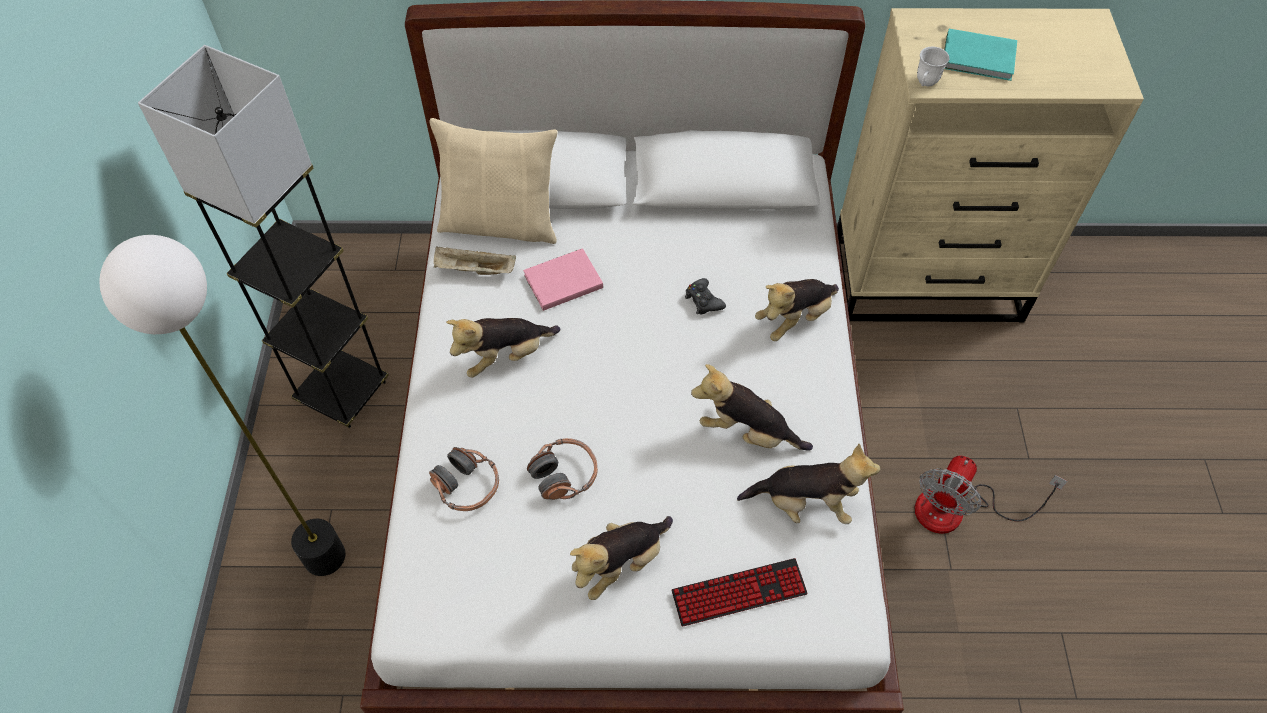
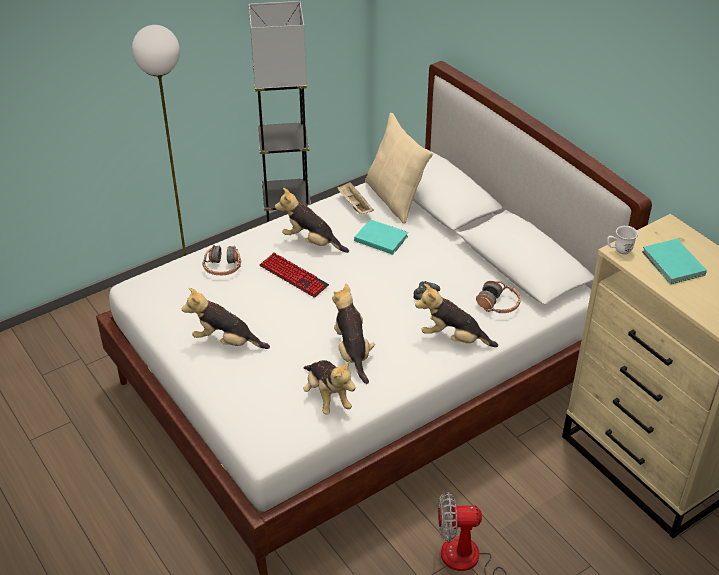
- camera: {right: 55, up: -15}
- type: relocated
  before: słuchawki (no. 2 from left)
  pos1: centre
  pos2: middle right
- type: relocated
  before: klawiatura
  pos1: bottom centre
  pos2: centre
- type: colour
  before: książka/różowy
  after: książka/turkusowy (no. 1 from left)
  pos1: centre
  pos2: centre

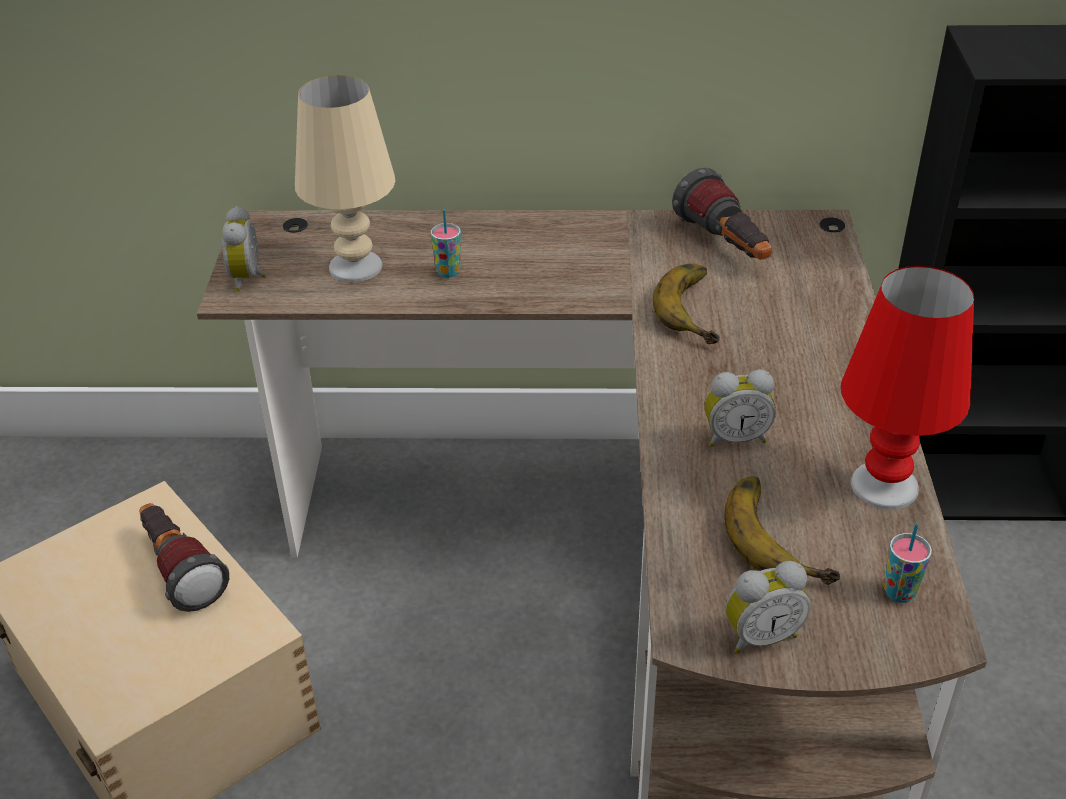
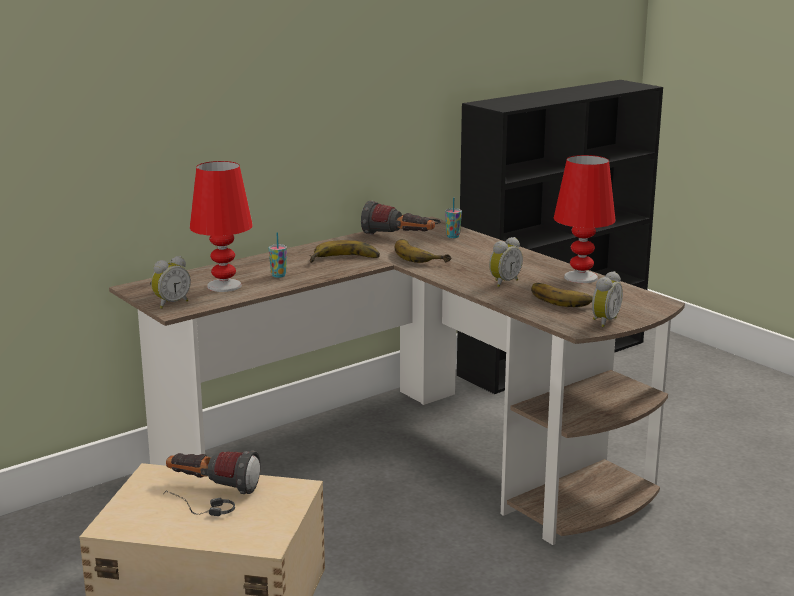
- camera: {right: -40, up: -20}
- type: appeared
  after: słuchawki
  pos2: bottom left
- type: appeared
  after: banan (no. 1 from left)
  pos2: centre
- type: relocated
  before: filiżanka (no. 2 from left)
  pos1: bottom right
  pos2: centre
- type: colour
  before: lampa stołowa/beżowy
  after: lampa stołowa/czerwony (no. 1 from left)
  pos1: top left
  pos2: middle left
- type: spun
  before: budzik (no. 1 from left)
  pos1: top left
  pos2: middle left
  turn: -90

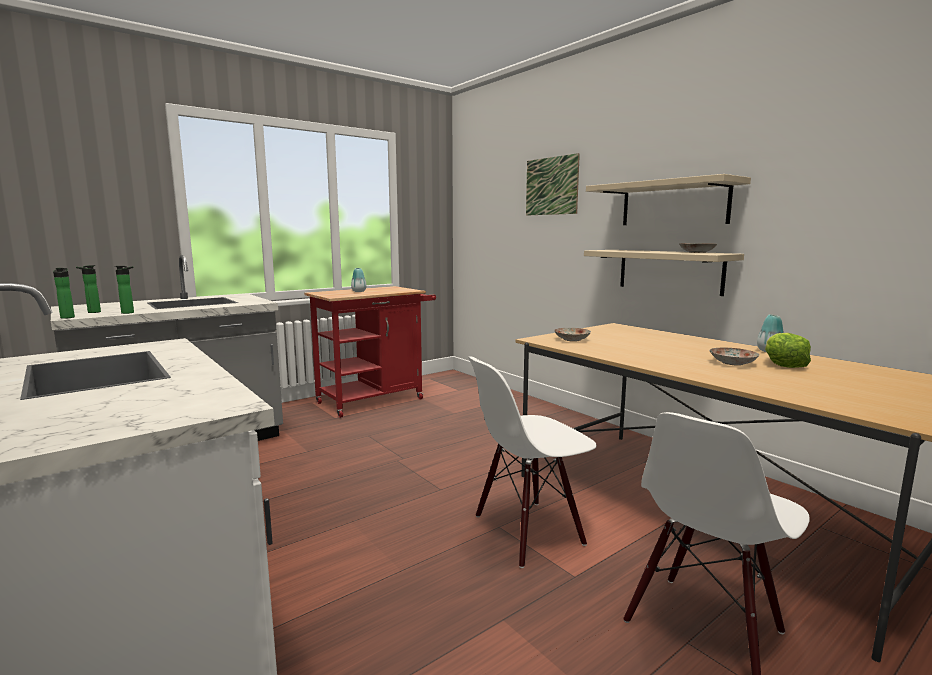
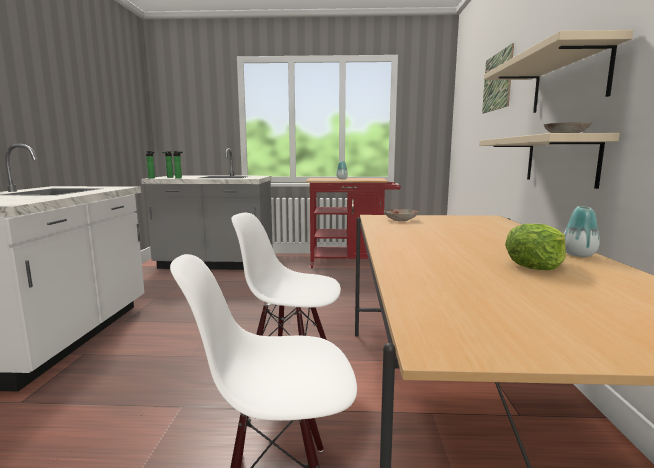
- camera: {right: 40, up: 0}
- type: missing
  before: talerz (no. 3 from left)
  pos1: middle right

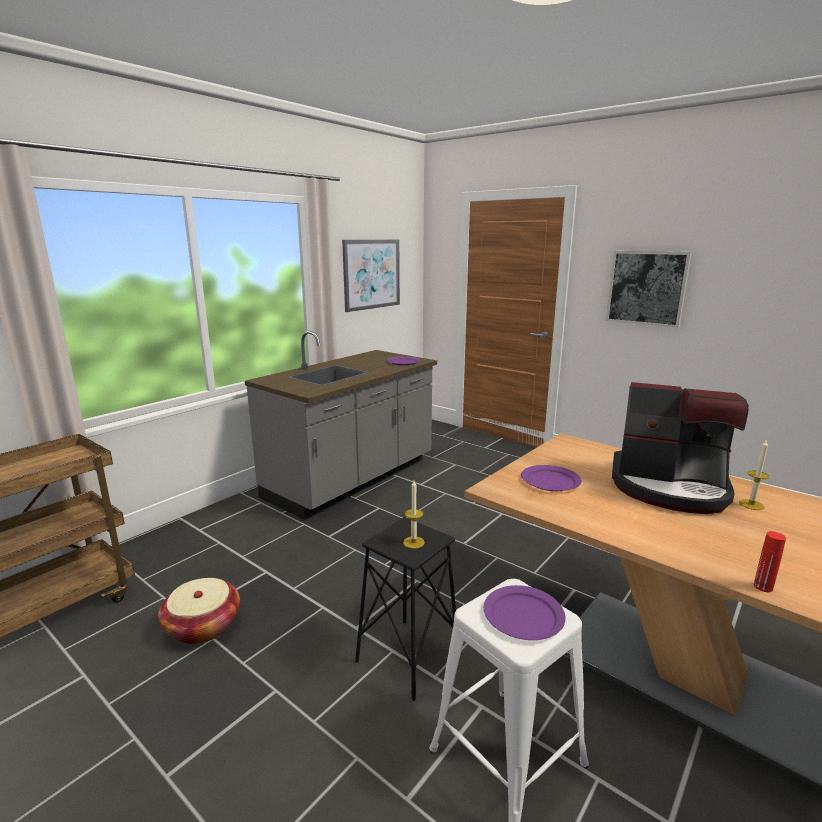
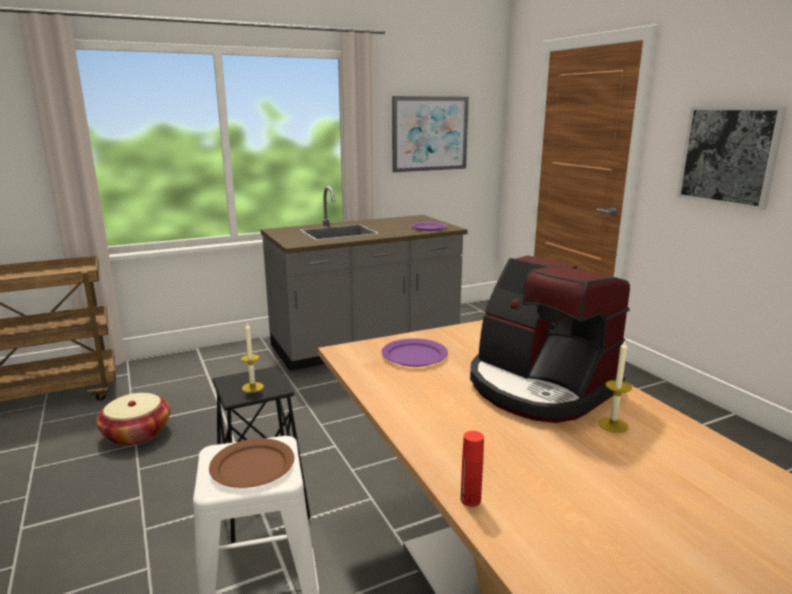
- camera: {right: 25, up: 0}
- type: colour
  before: talerz/fioletowy (no. 2 from left)
  after: talerz/brązowy
  pos1: bottom centre
  pos2: bottom left

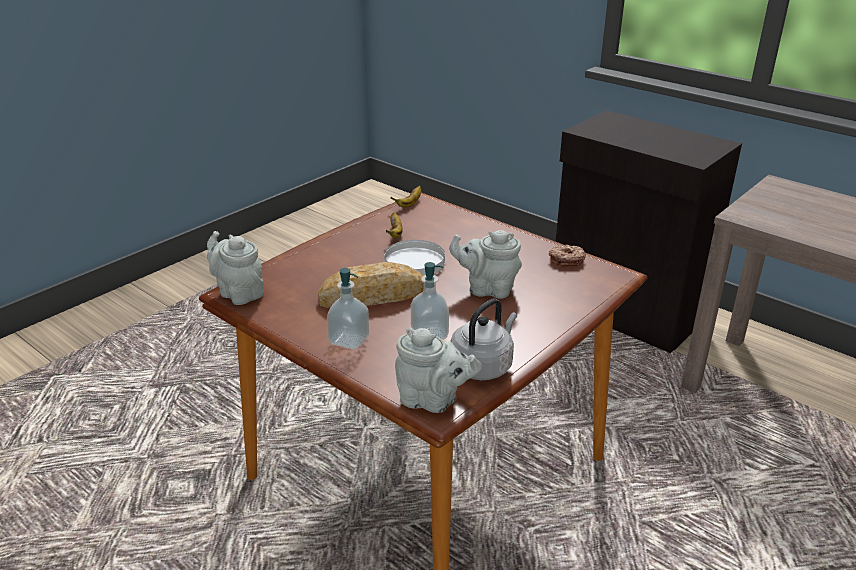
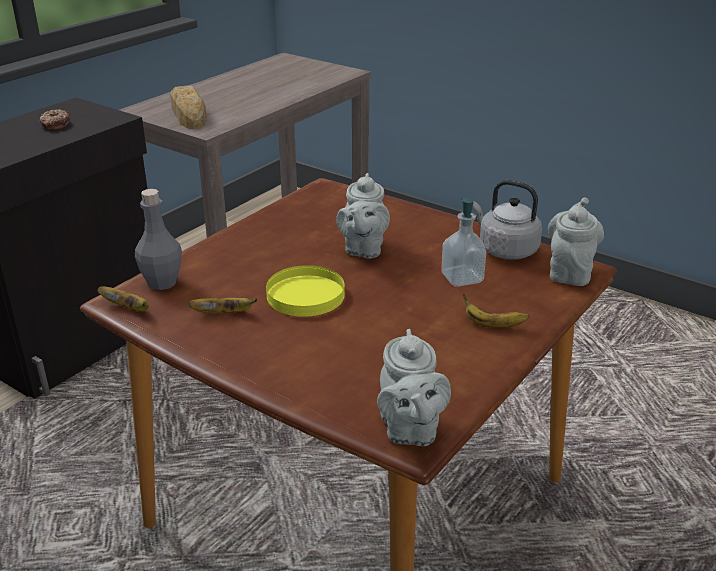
- camera: {right: -95, up: 0}
- type: appeared
  after: butelka/szary
  pos2: middle left
- type: relocated
  before: chleb
  pos1: centre
  pos2: top left
- type: relocated
  before: donut
  pos1: centre
  pos2: top left
- type: exchanged
  before: dozownik mydła (no. 1 from left)
  after: banan (no. 3 from left)
  pos1: centre
  pos2: middle right
- type: colour
  before: talerz/biały
  after: talerz/żółty
  pos1: centre
  pos2: centre
- type: spun
  before: imbryk/szary (no. 1 from left in the first image)
  pos1: middle left
  pos2: bottom centre
  turn: -45

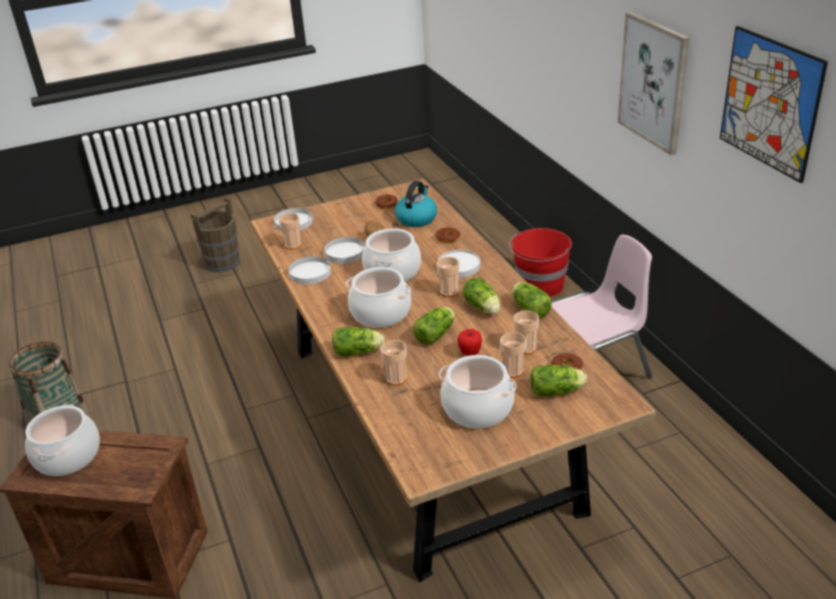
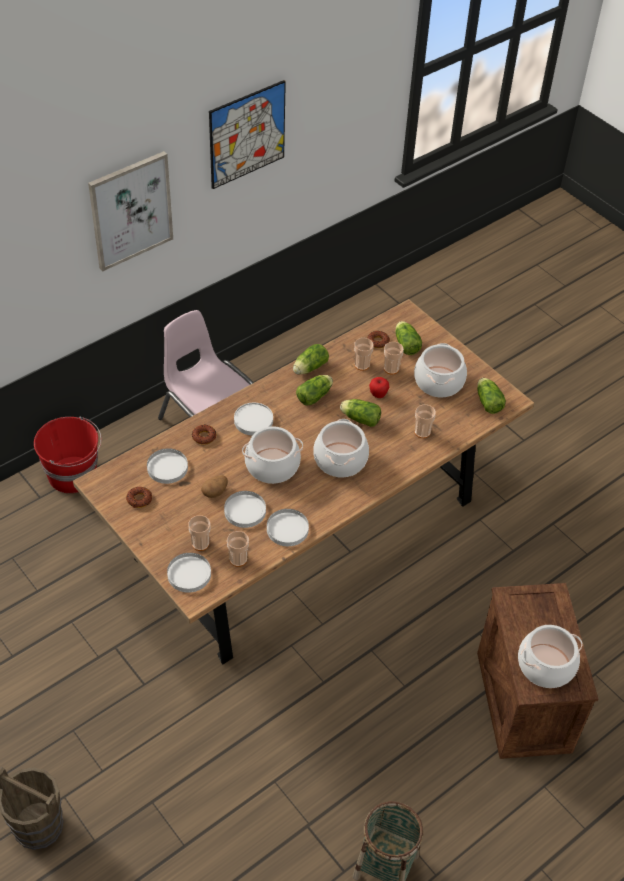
- camera: {right: -110, up: 15}
- type: relocated
  before: sałata (no. 1 from left in the first image)
  after: sałata (no. 5 from left)
  pos1: centre
  pos2: middle right
- type: relocated
  before: filiżanka (no. 3 from left in the first image)
  after: filiżanka (no. 1 from left)
  pos1: centre
  pos2: middle left
- type: exchanged
  before: czajnik
  after: talerz/biały (no. 1 from left)
  pos1: centre
  pos2: middle left

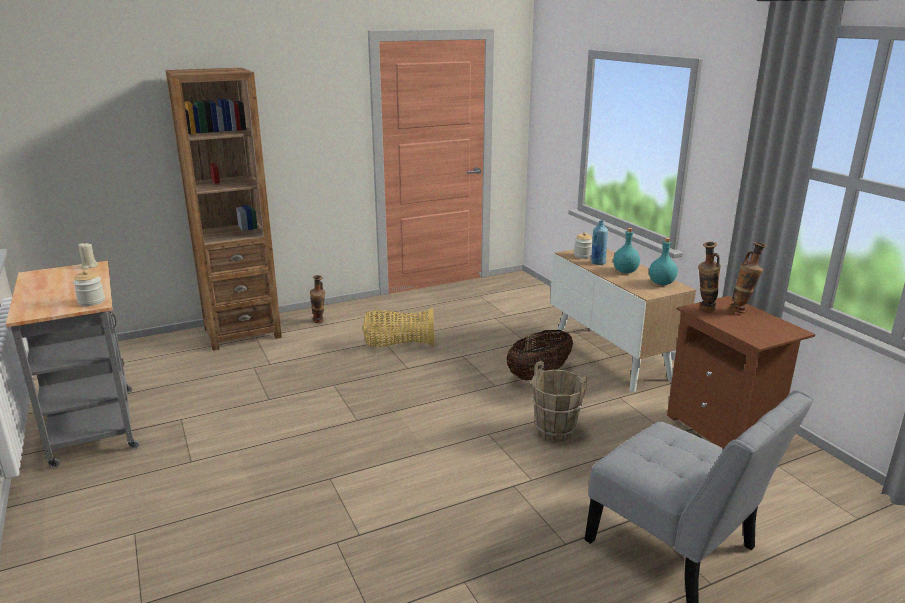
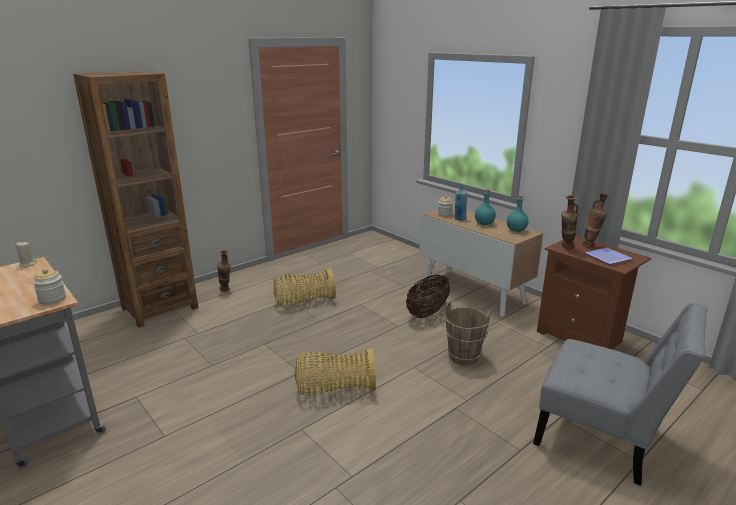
- camera: {right: -15, up: 0}
- type: appeared
  after: koszyk (no. 2 from left)
  pos2: bottom centre
- type: appeared
  after: talerz
  pos2: middle right

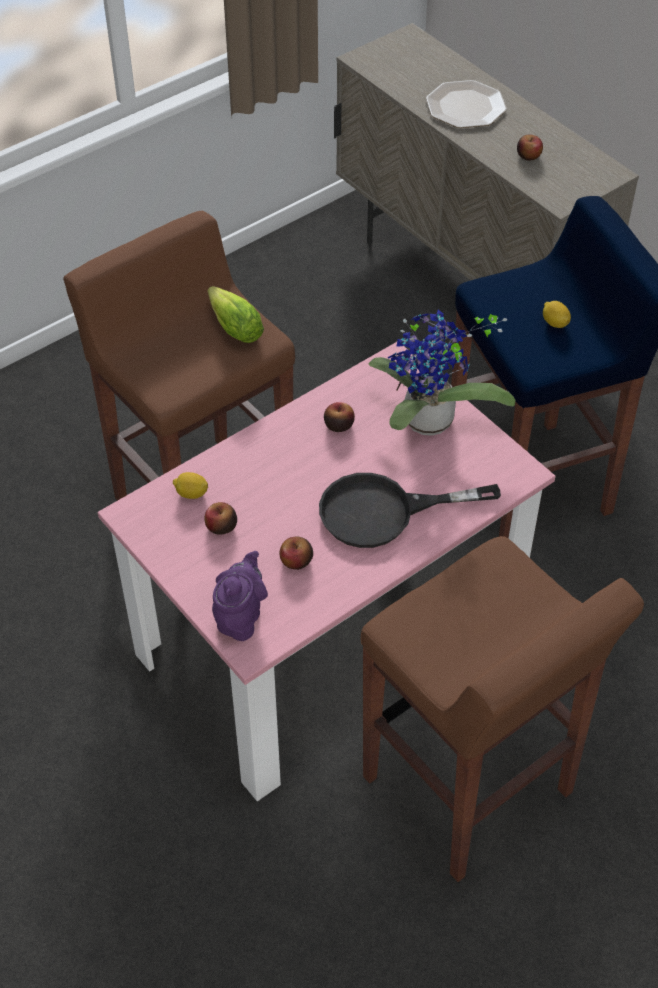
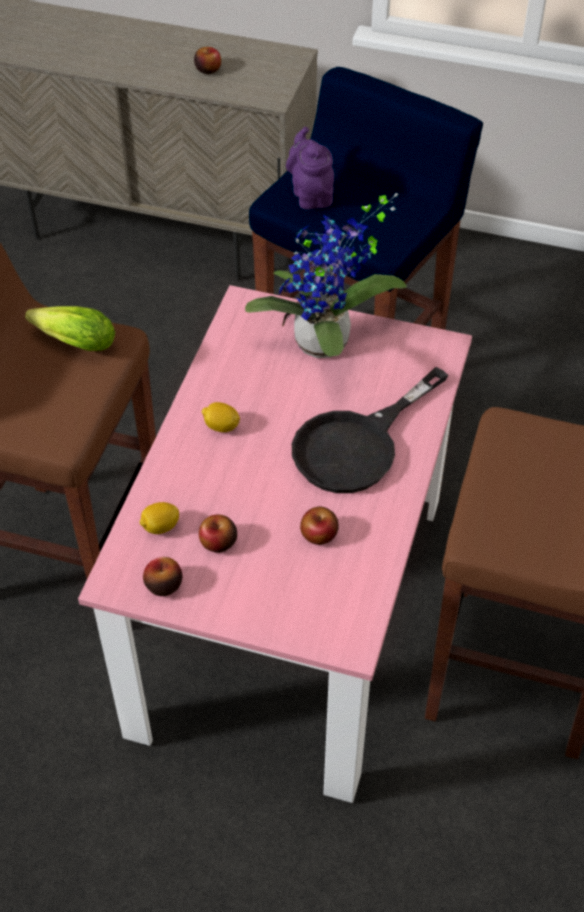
- camera: {right: -35, up: 0}
- type: missing
  before: talerz
  pos1: top right
- type: relocated
  before: imbryk/fioletowy
  pos1: centre
  pos2: top centre
- type: relocated
  before: jabłko (no. 3 from left in the first image)
  after: jabłko (no. 1 from left)
  pos1: centre
  pos2: middle left
- type: relocated
  before: cytryna (no. 2 from left)
  pos1: top right
  pos2: centre

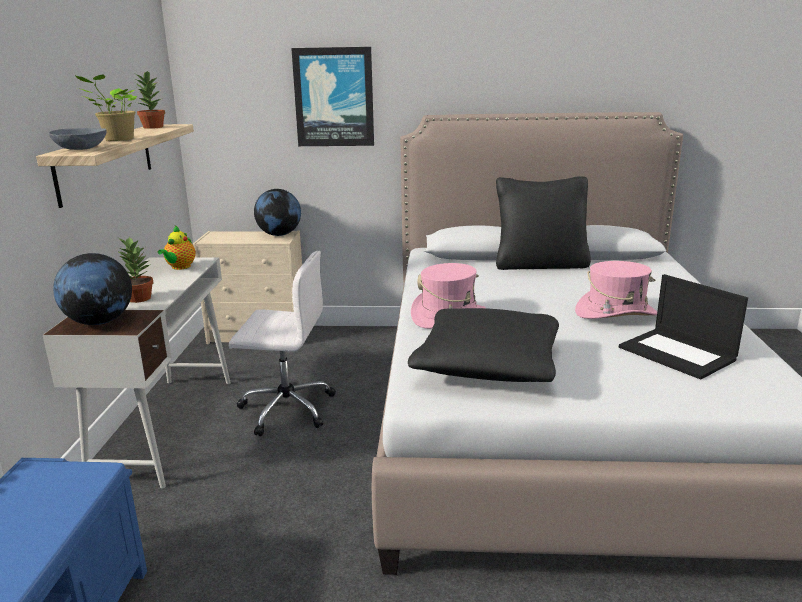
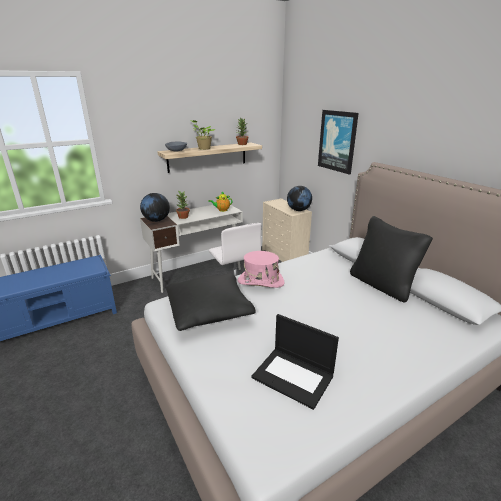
- camera: {right: 55, up: 5}
- type: missing
  before: kapelusz/różowy (no. 2 from left)
  pos1: middle right
- type: spun
  before: laptop
  pos1: middle right
  pos2: bottom centre
  turn: -75

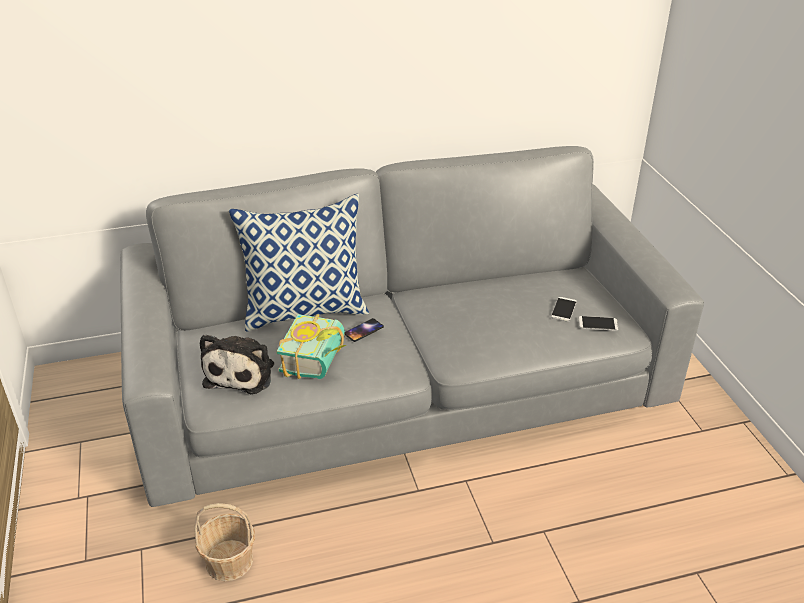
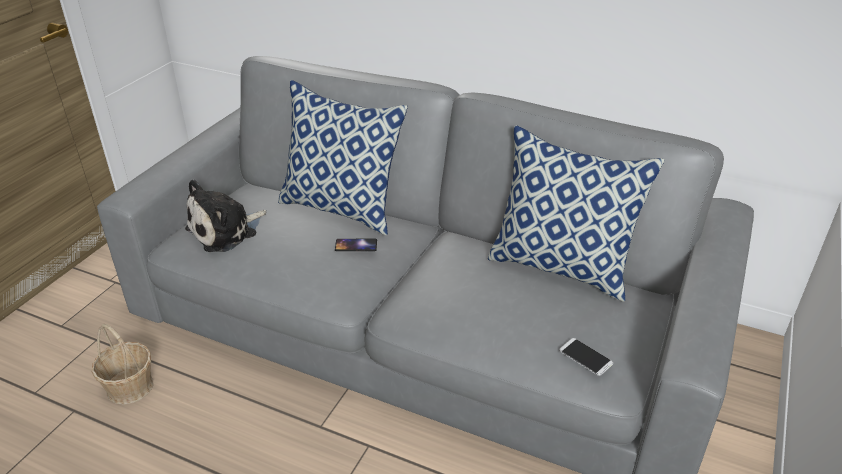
- camera: {right: 40, up: 0}
- type: missing
  before: książka
  pos1: centre
- type: missing
  before: telefon (no. 2 from left)
  pos1: middle right
- type: appeared
  after: poduszka (no. 2 from left)
  pos2: middle right

